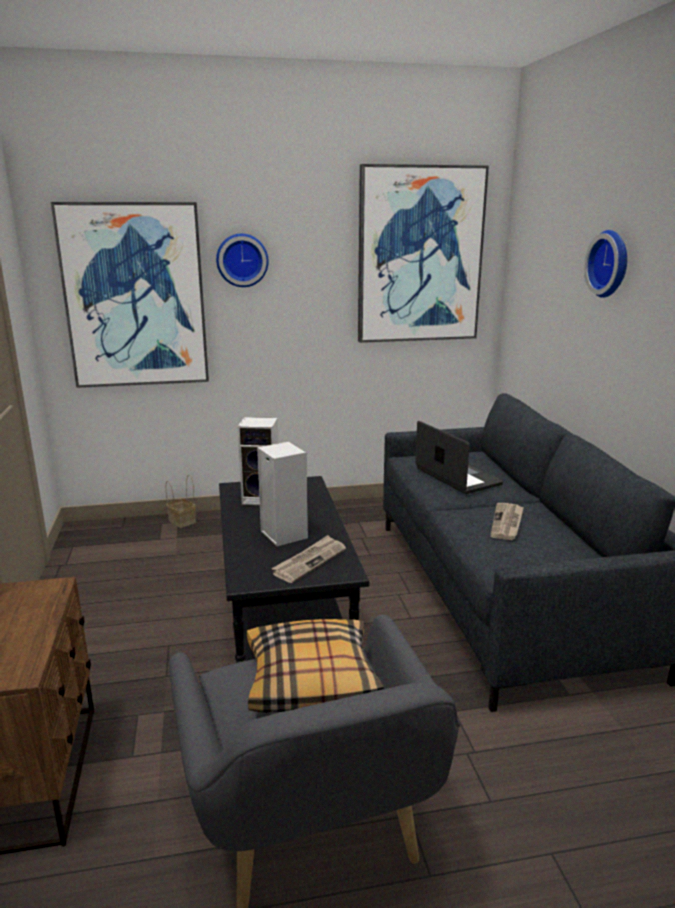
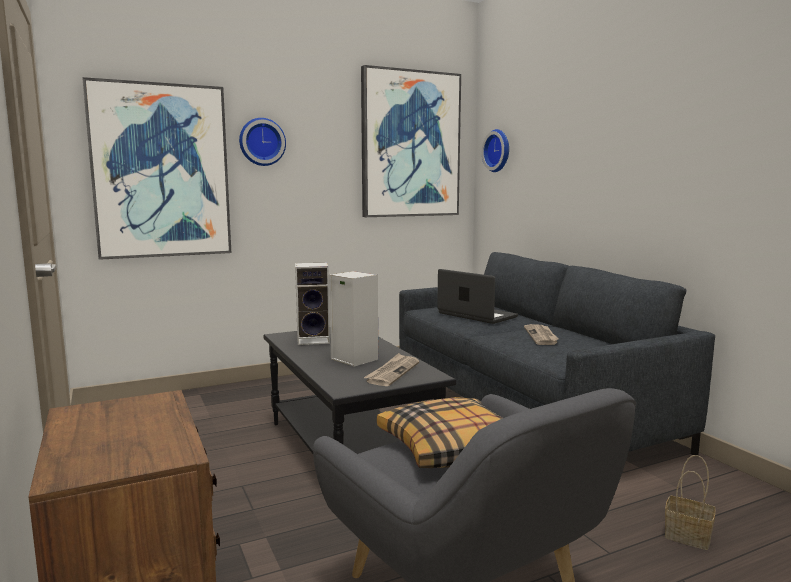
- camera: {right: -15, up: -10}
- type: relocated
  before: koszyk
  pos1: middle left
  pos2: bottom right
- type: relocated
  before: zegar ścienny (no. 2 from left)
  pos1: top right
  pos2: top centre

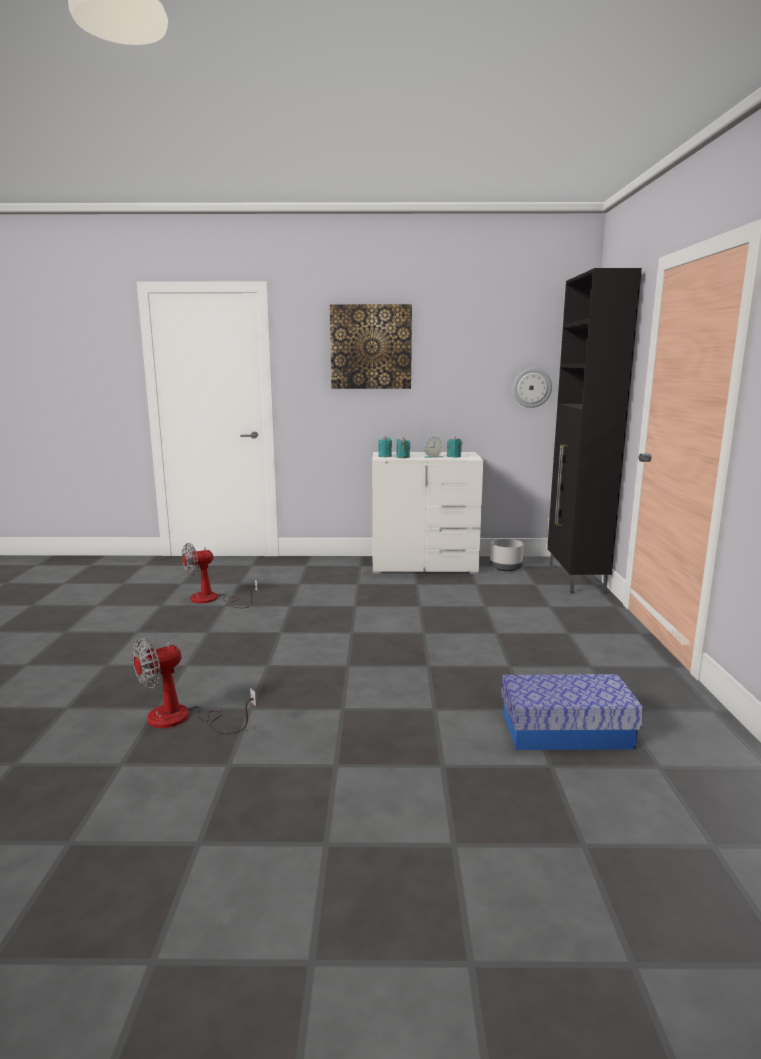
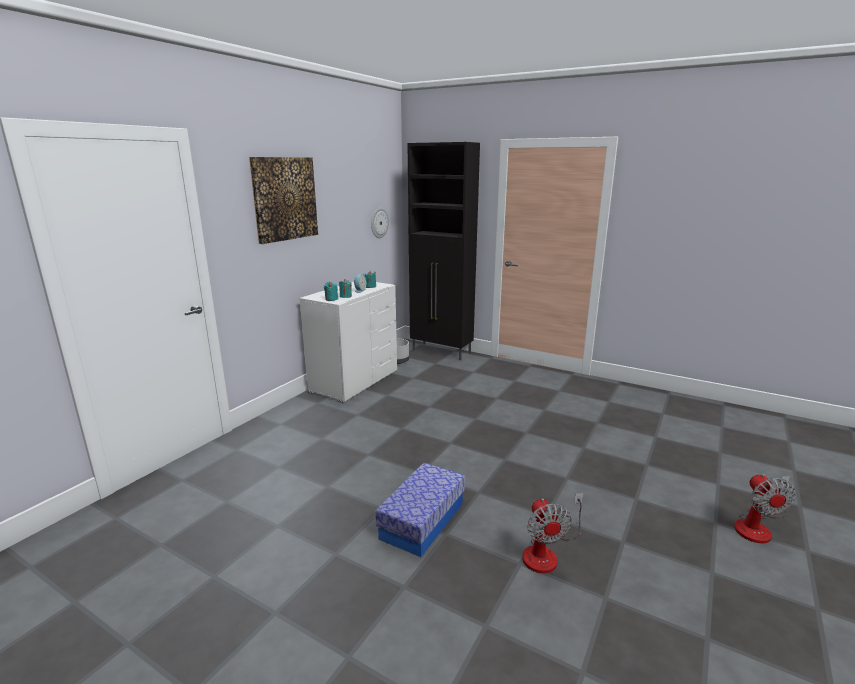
- camera: {right: -60, up: 5}
- type: relocated
  before: wentylator (no. 2 from left)
  pos1: middle left
  pos2: bottom right
- type: relocated
  before: pojemnik do przechowywania
  pos1: bottom right
  pos2: bottom centre

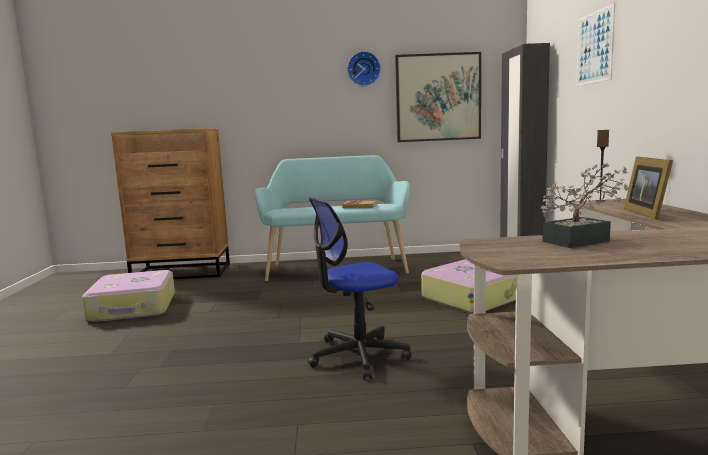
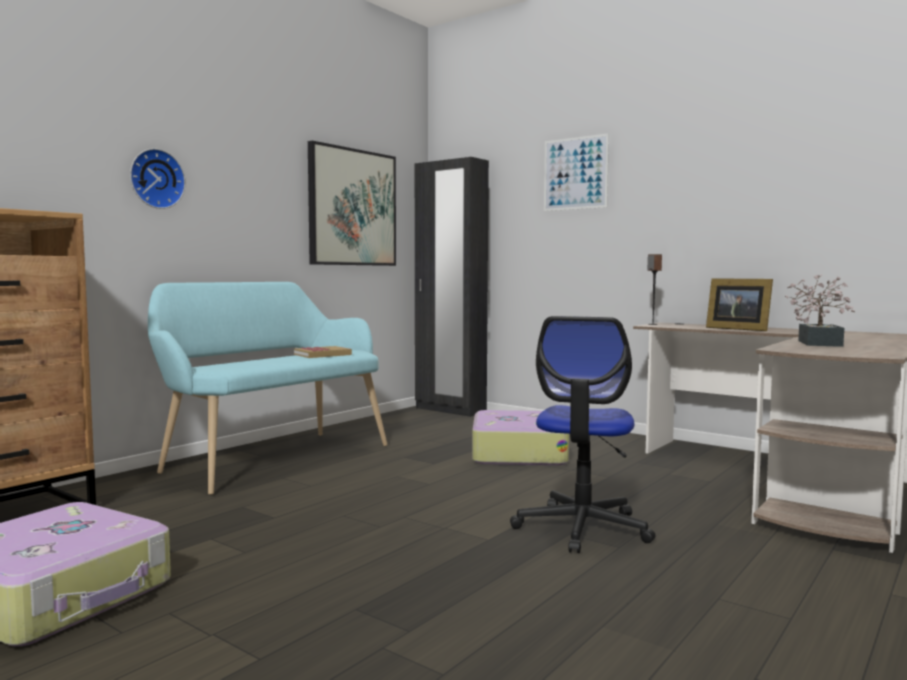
- camera: {right: -50, up: -5}
- type: relocated
  before: zegar ścienny
  pos1: top centre
  pos2: top left

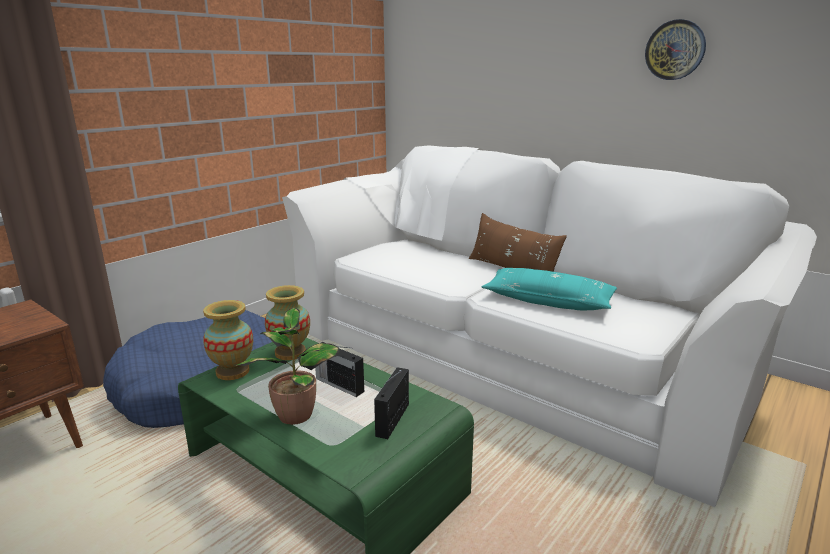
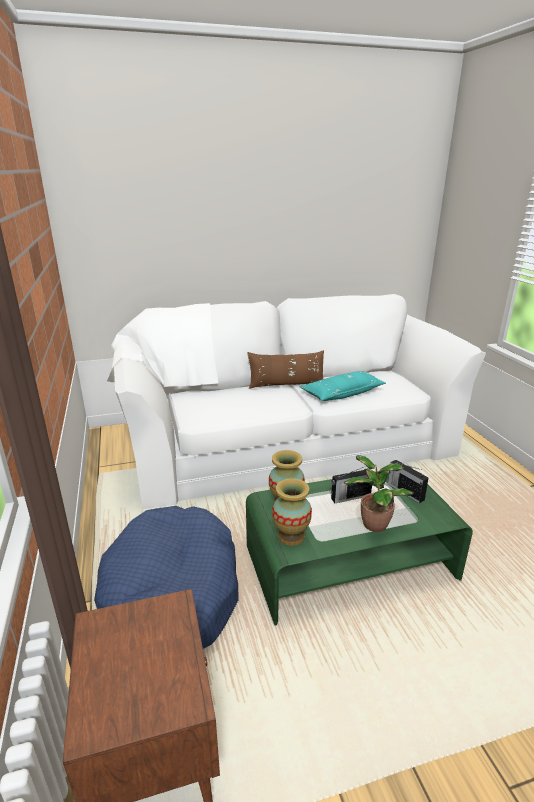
- camera: {right: -55, up: 5}
- type: missing
  before: zegar ścienny
  pos1: top right

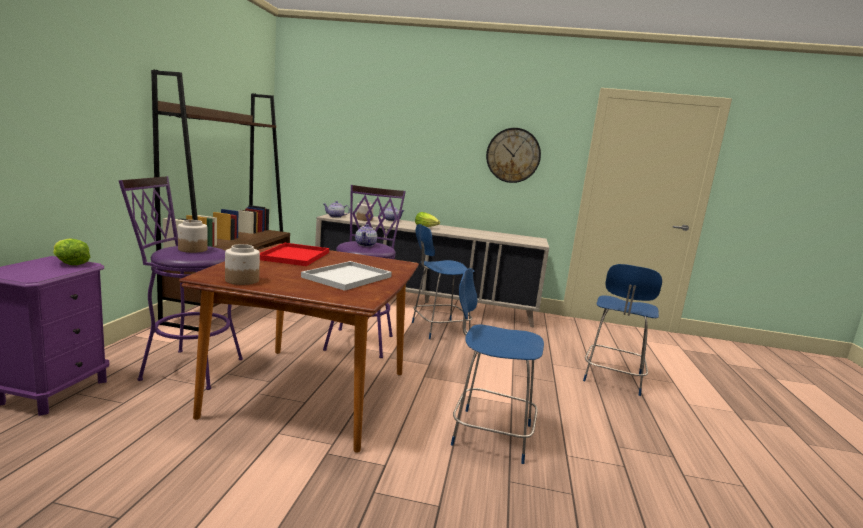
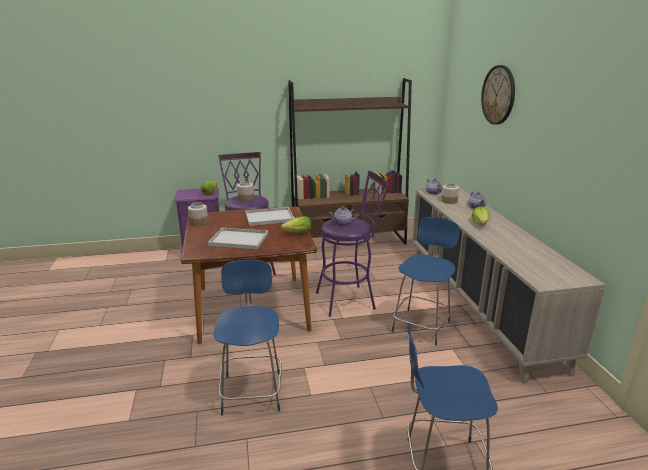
- camera: {right: 70, up: 10}
- type: appeared
  after: sałata (no. 2 from left)
  pos2: centre
- type: relocated
  before: zegar ścienny
  pos1: top centre
  pos2: top right
- type: colour
  before: taca/czerwony
  after: taca/biały (no. 2 from left)
  pos1: centre
  pos2: centre
- type: spun
  before: krzesło/niebieski (no. 1 from left in the first image)
  pos1: centre
  pos2: centre
  turn: 75

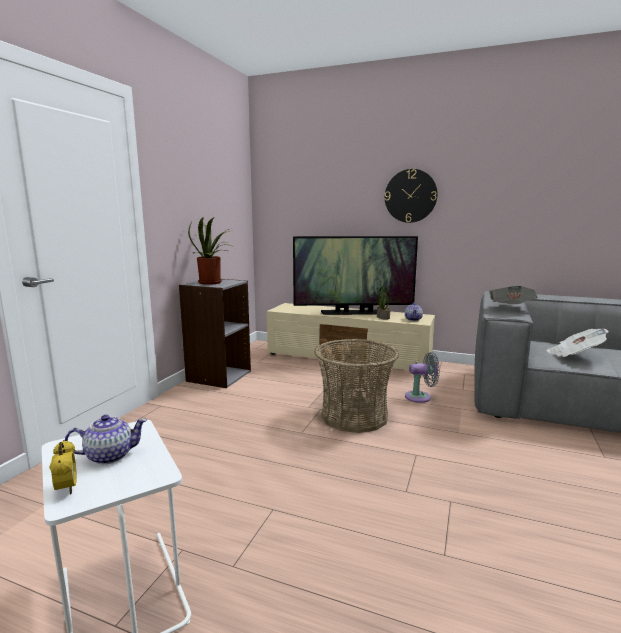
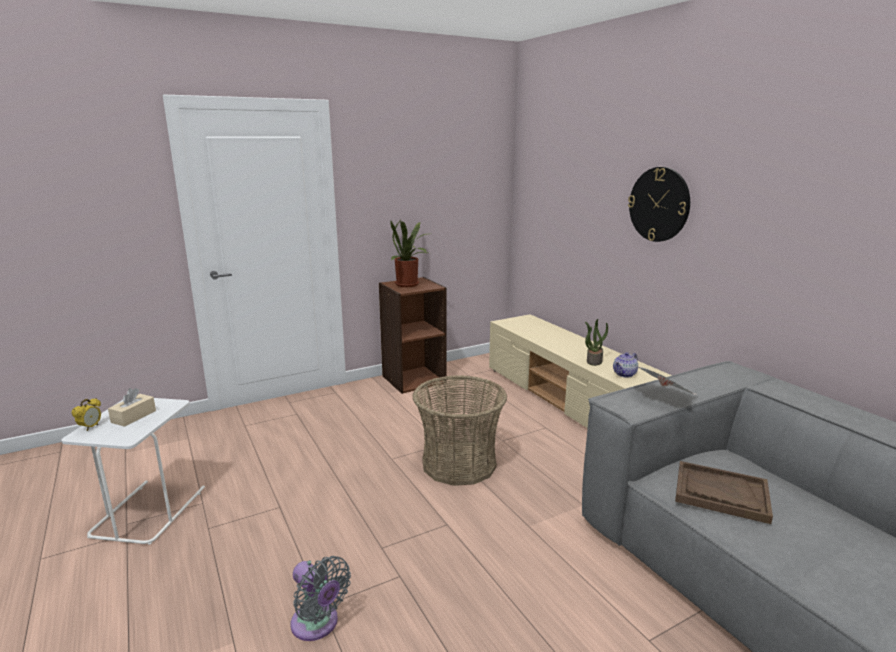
- camera: {right: 40, up: 5}
- type: missing
  before: telewizor
  pos1: centre
- type: relocated
  before: wentylator/szary
  pos1: middle right
  pos2: bottom centre
- type: exchanged
  before: imbryk (no. 1 from left)
  after: pudełko chusteczek/beżowy
  pos1: bottom left
  pos2: middle left
- type: exchanged
  before: gazeta (no. 2 from left)
  after: taca/brązowy
  pos1: middle right
  pos2: bottom right
- type: colour
  before: regał/szary
  after: regał/brązowy
  pos1: centre
  pos2: centre

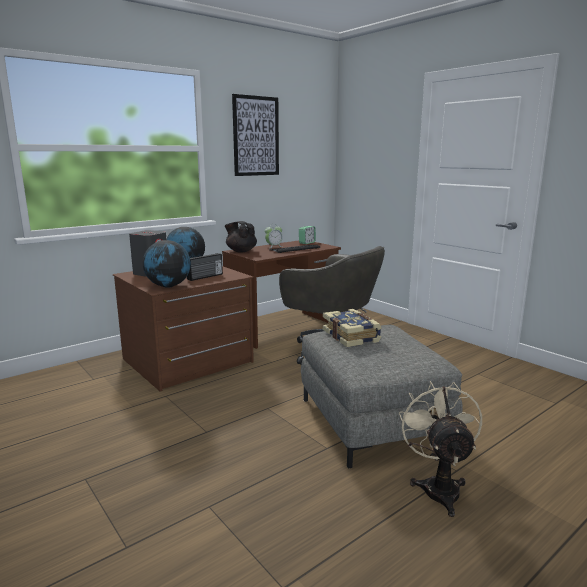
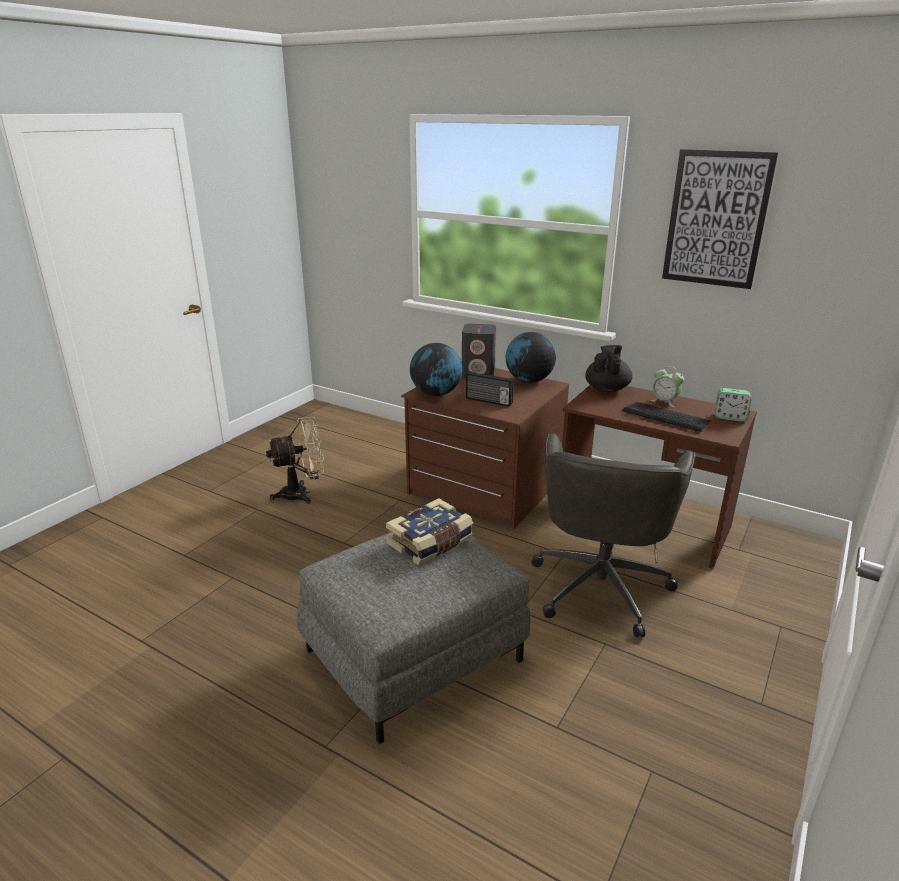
- camera: {right: 70, up: 10}
- type: relocated
  before: wentylator/beżowy
  pos1: bottom right
  pos2: middle left

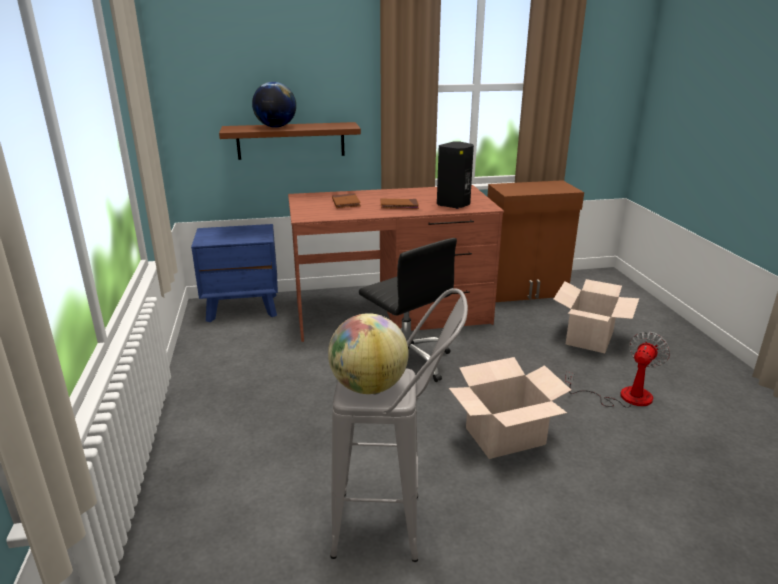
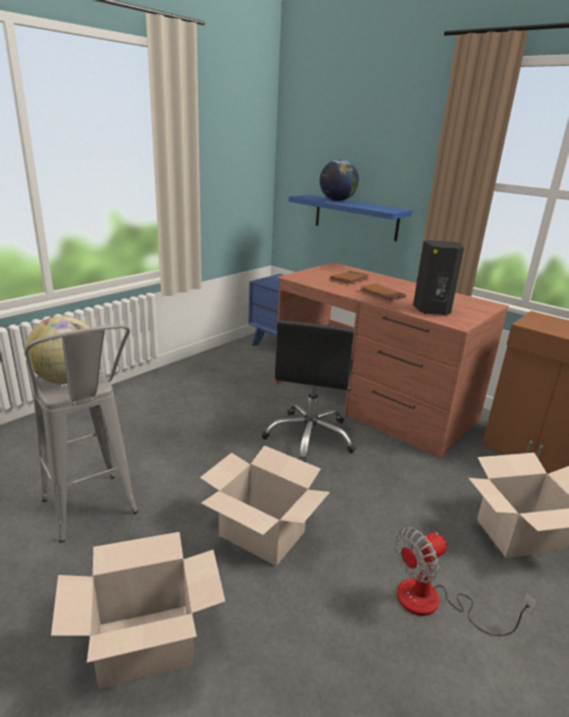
- camera: {right: 50, up: 0}
- type: appeared
  after: karton (no. 1 from left)
  pos2: bottom left
- type: colour
  before: półka/brązowy
  after: półka/niebieski
  pos1: top centre
  pos2: top centre
- type: spun
  before: wentylator
  pos1: middle right
  pos2: bottom right
  turn: 150

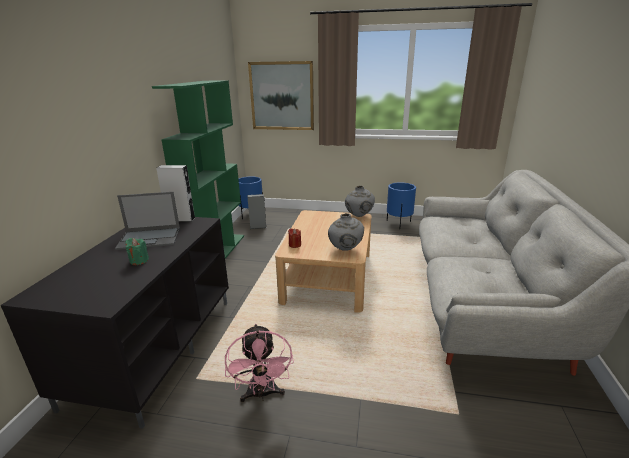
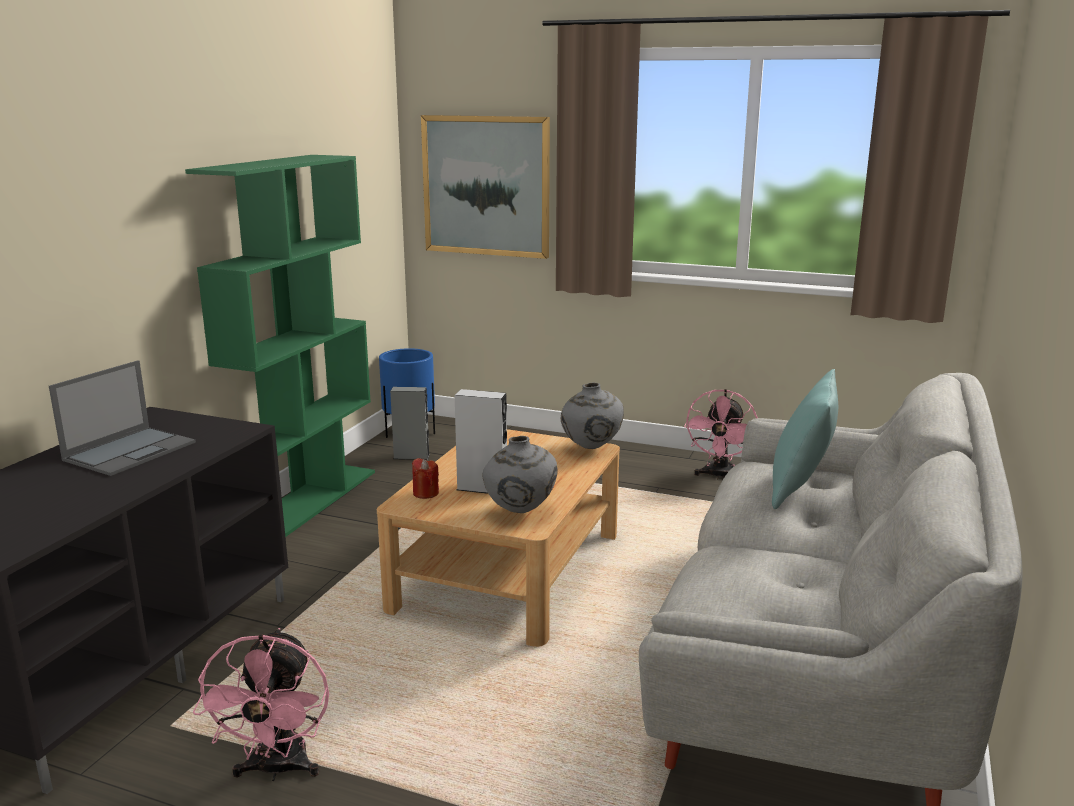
- camera: {right: 10, up: -5}
- type: missing
  before: świeca/zielony
  pos1: middle left
- type: appeared
  after: poduszka/turkusowy
  pos2: middle right
- type: relocated
  before: głośnik/szary (no. 1 from left in the first image)
  after: głośnik/szary (no. 2 from left)
  pos1: middle left
  pos2: centre
- type: exchanged
  before: donica/niebieski (no. 2 from left)
  after: wentylator/różowy (no. 2 from left)
  pos1: centre
  pos2: middle right
- type: spun
  before: laptop
  pos1: middle left
  pos2: middle left
  turn: -60

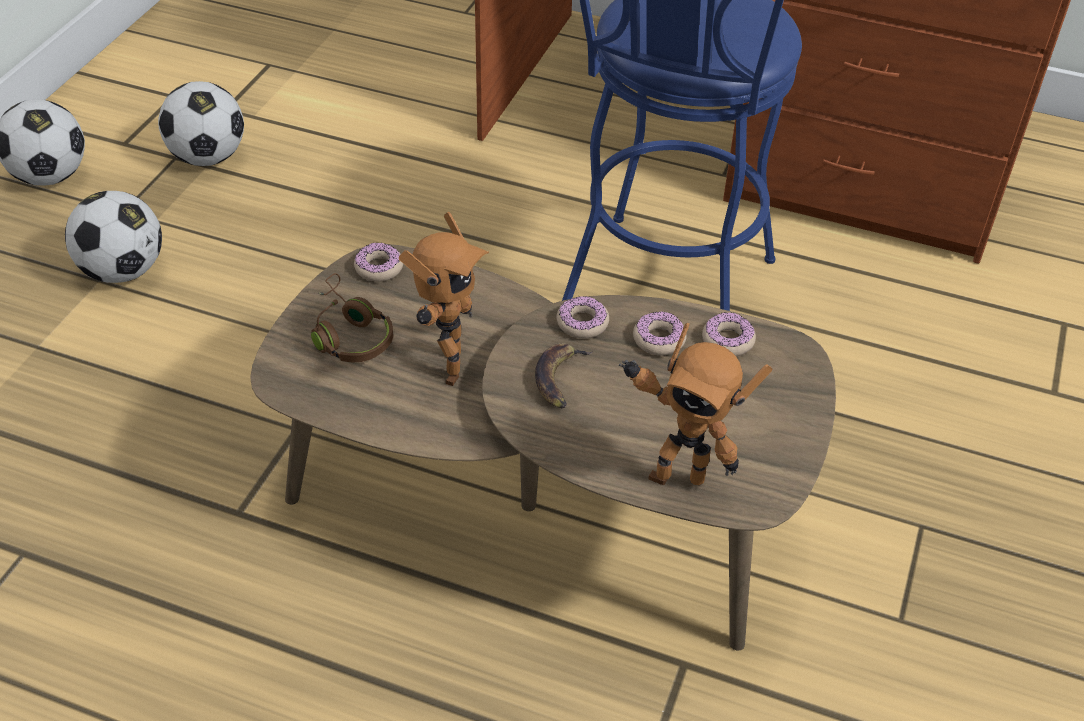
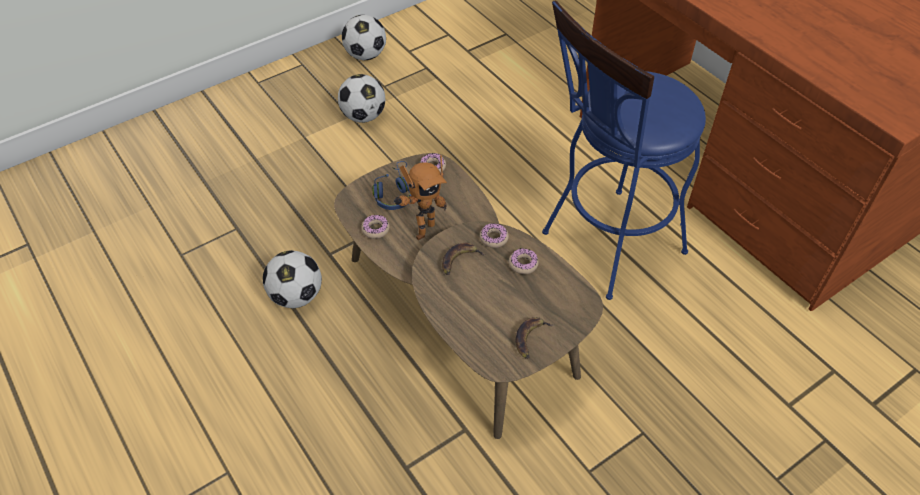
- camera: {right: 35, up: 5}
- type: missing
  before: robot zabawkowy (no. 2 from left)
  pos1: centre
- type: appeared
  after: banan (no. 2 from left)
  pos2: bottom centre
- type: relocated
  before: piłka futbolowa (no. 3 from left in the first image)
  after: piłka futbolowa (no. 1 from left)
  pos1: top left
  pos2: middle left
- type: relocated
  before: donut (no. 4 from left in the first image)
  after: donut (no. 1 from left)
  pos1: middle right
  pos2: centre
- type: colour
  before: słuchawki/brązowy
  after: słuchawki/niebieski
  pos1: middle left
  pos2: centre

